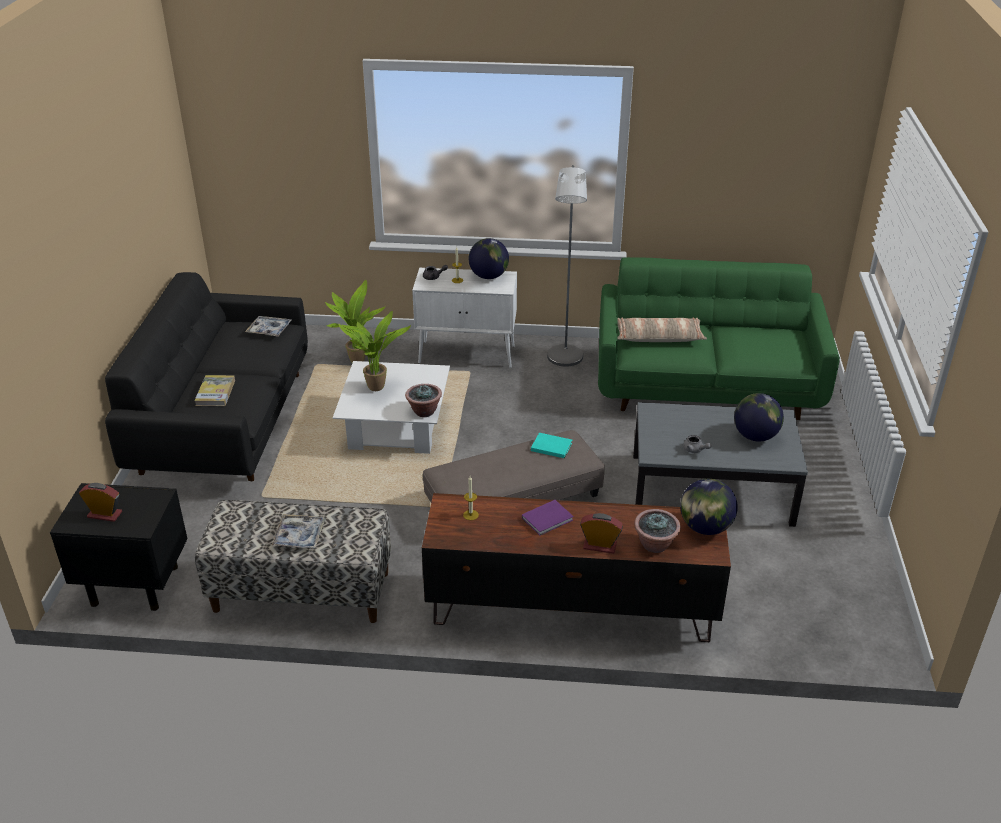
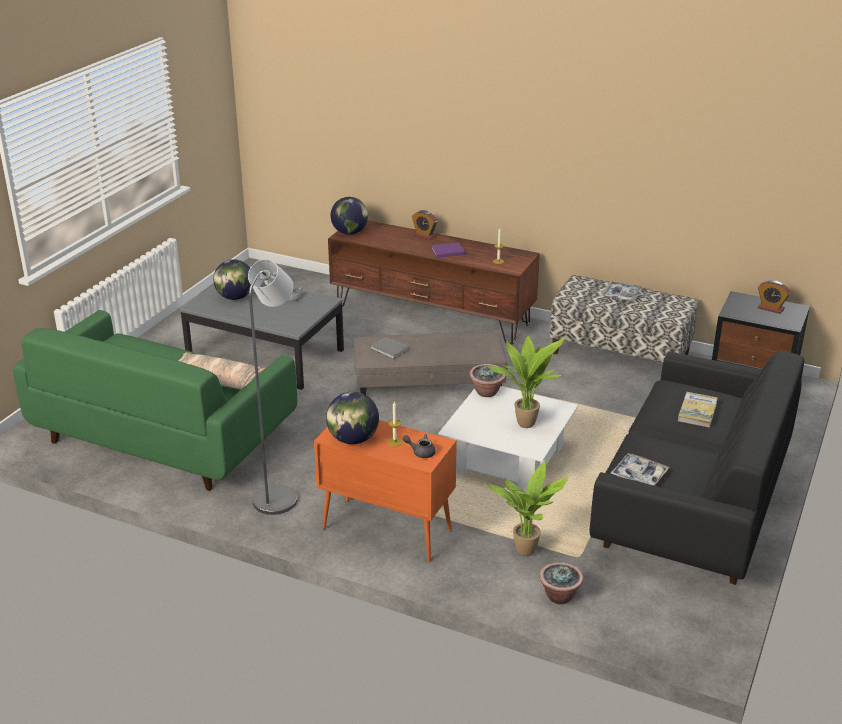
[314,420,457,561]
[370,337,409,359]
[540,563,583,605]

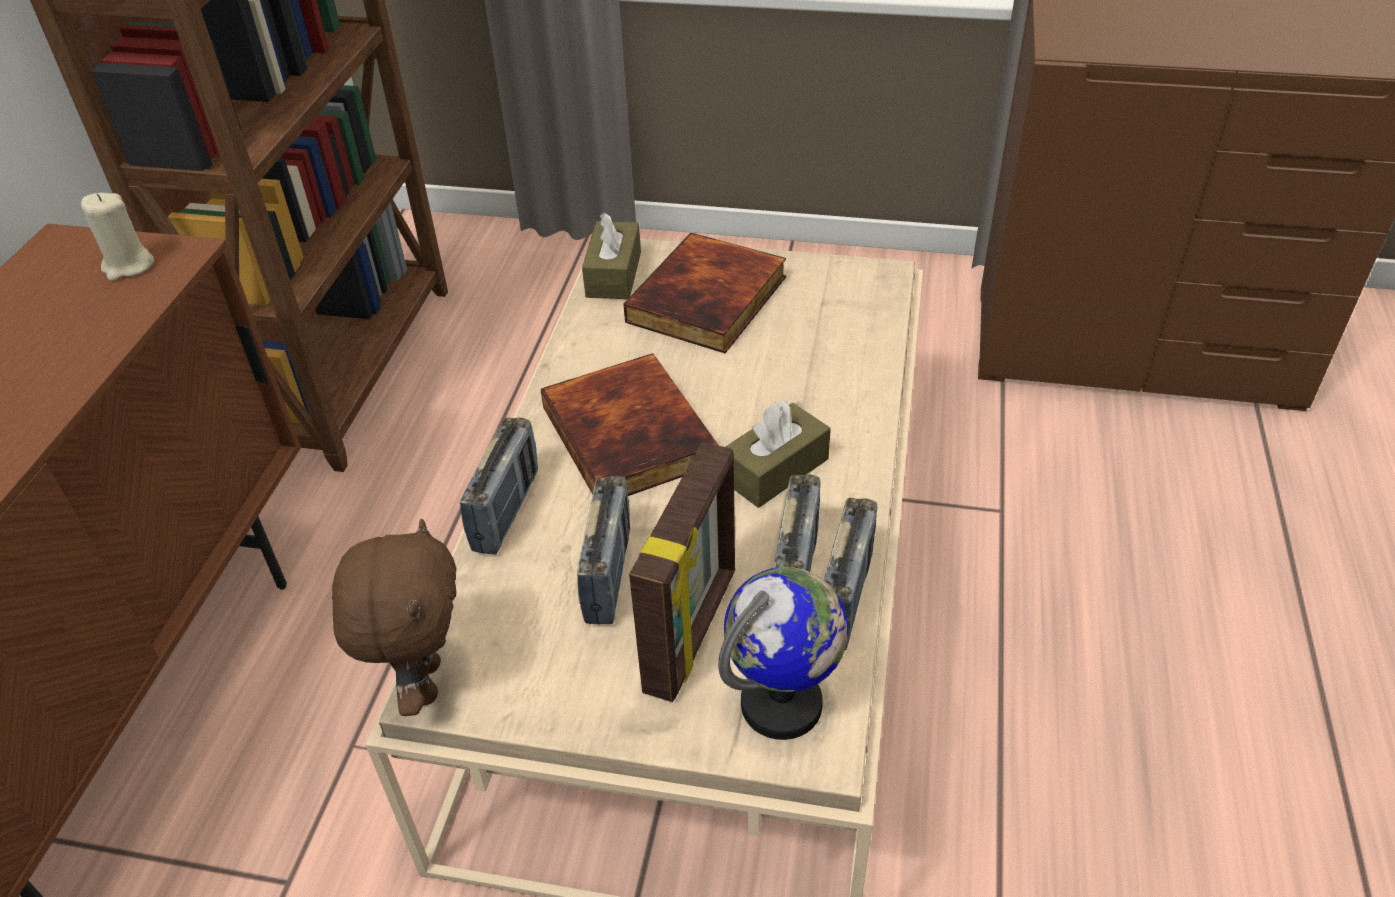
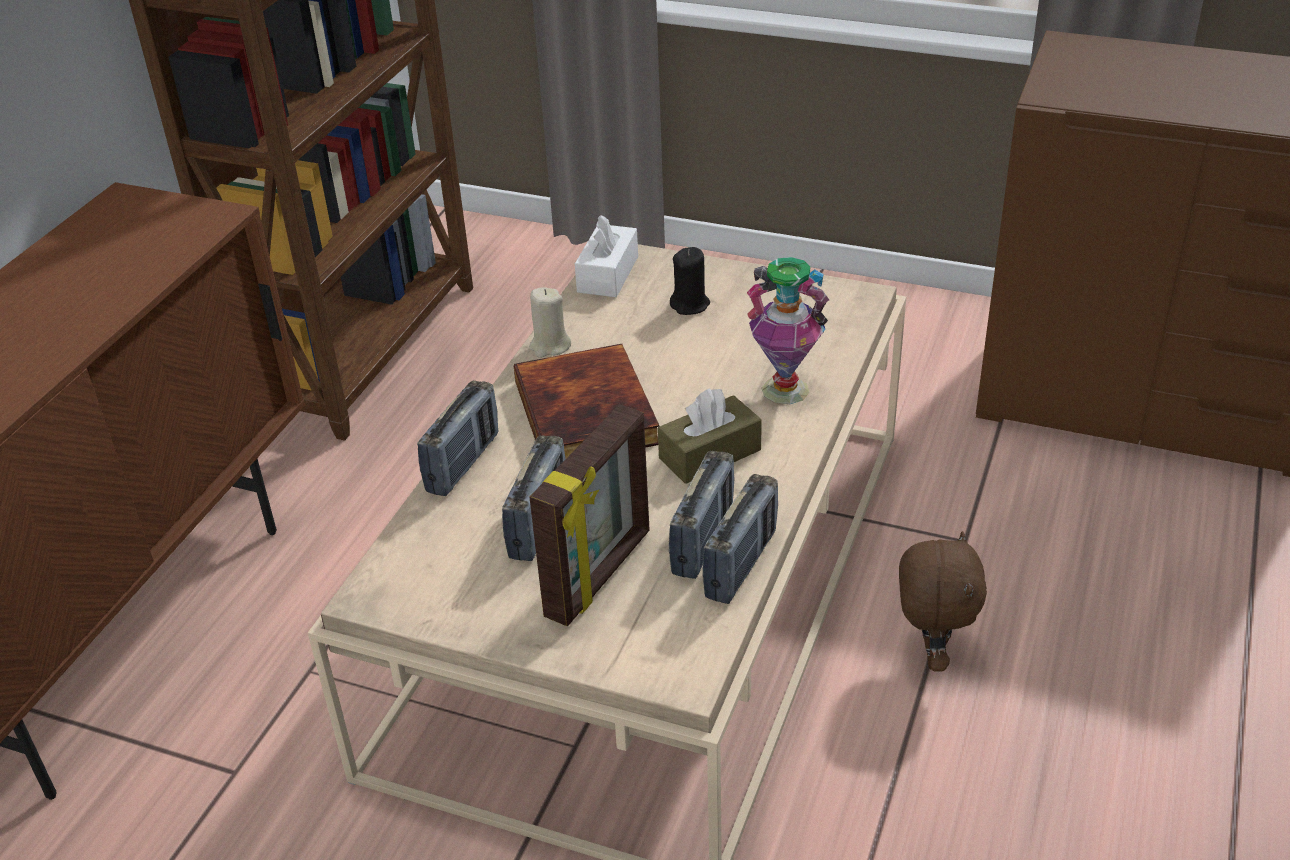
[529,287,571,358]
[899,531,987,672]
[575,215,638,297]
[670,247,710,315]
[718,567,848,740] (first image)
[747,257,829,404]

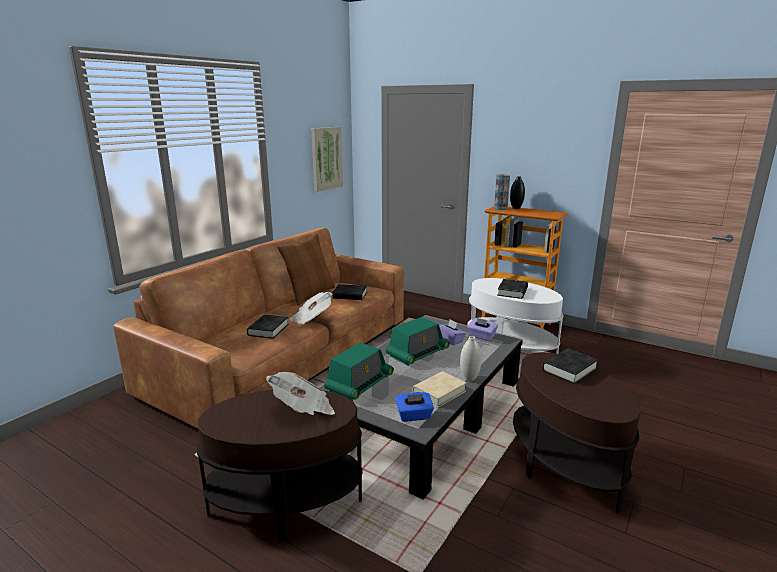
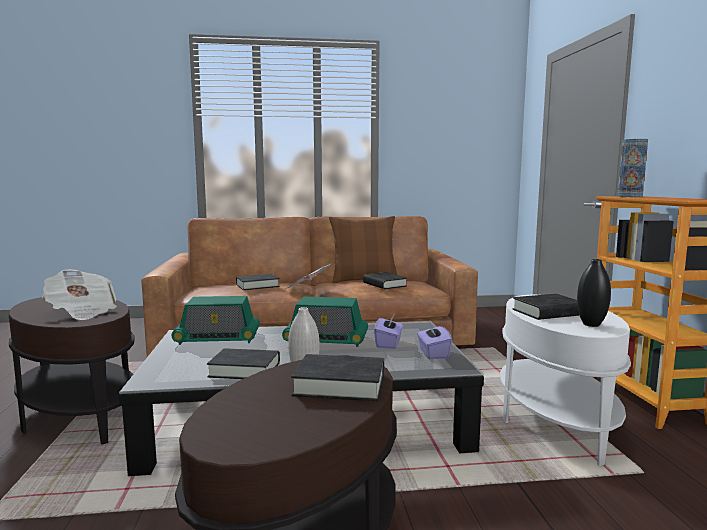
[311,127,343,192] (first image)
[395,392,434,422] (first image)
[207,348,280,379]
[577,259,611,327]

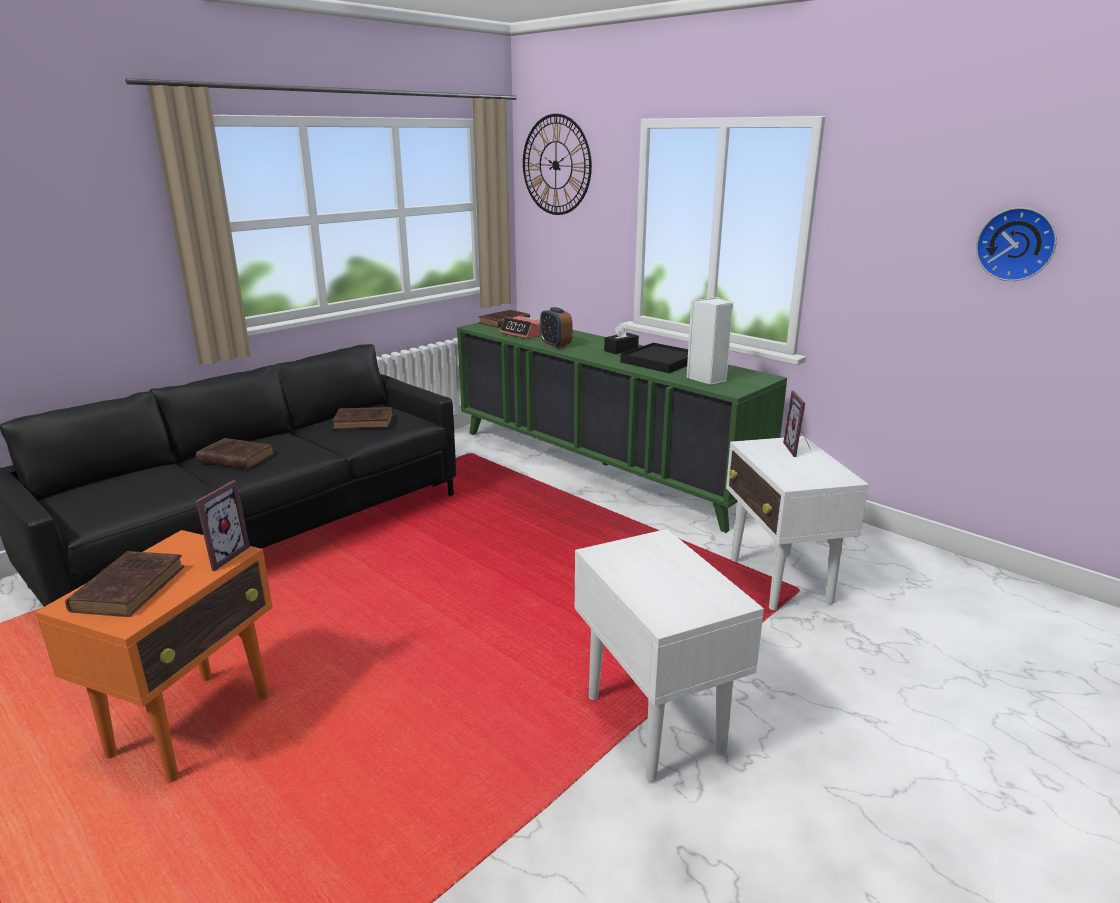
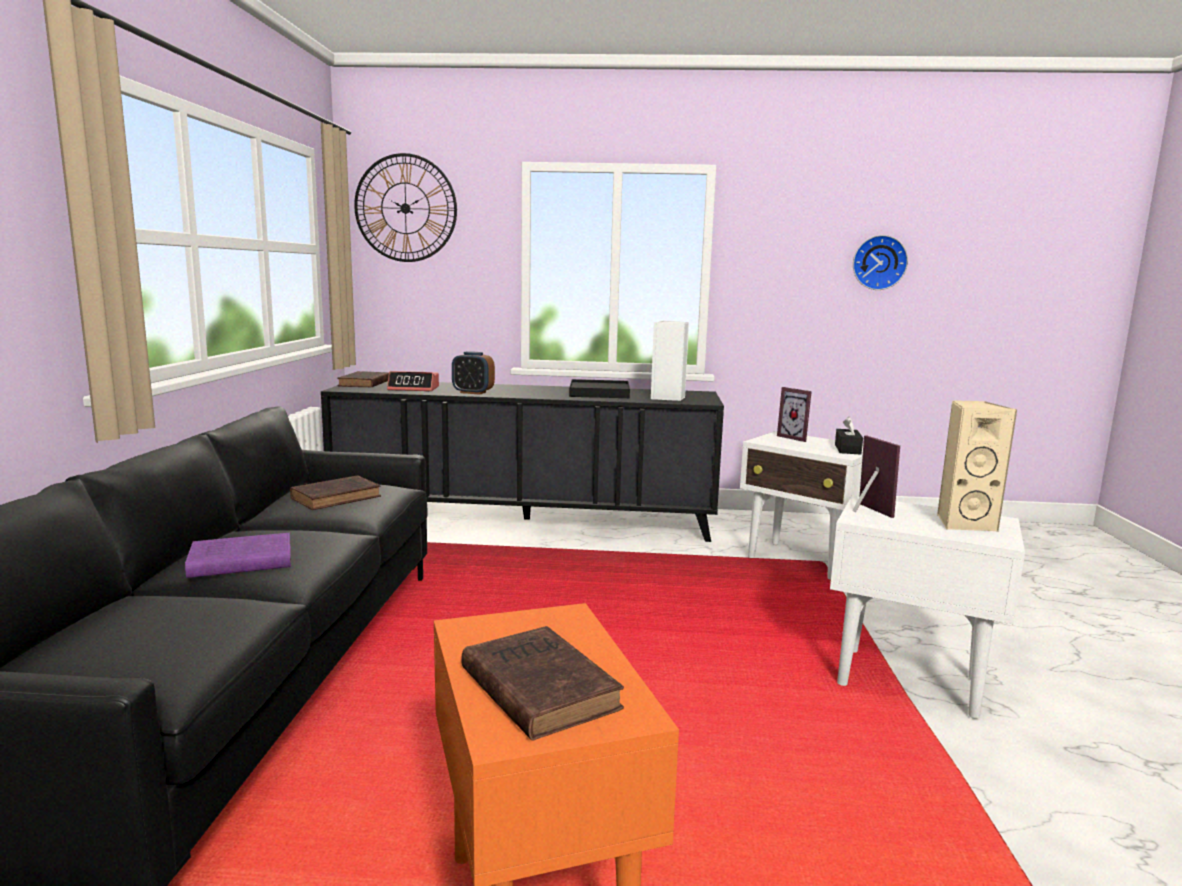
[185,533,291,578]
[852,435,900,518]
[321,381,724,542]
[835,416,863,455]
[937,400,1018,532]

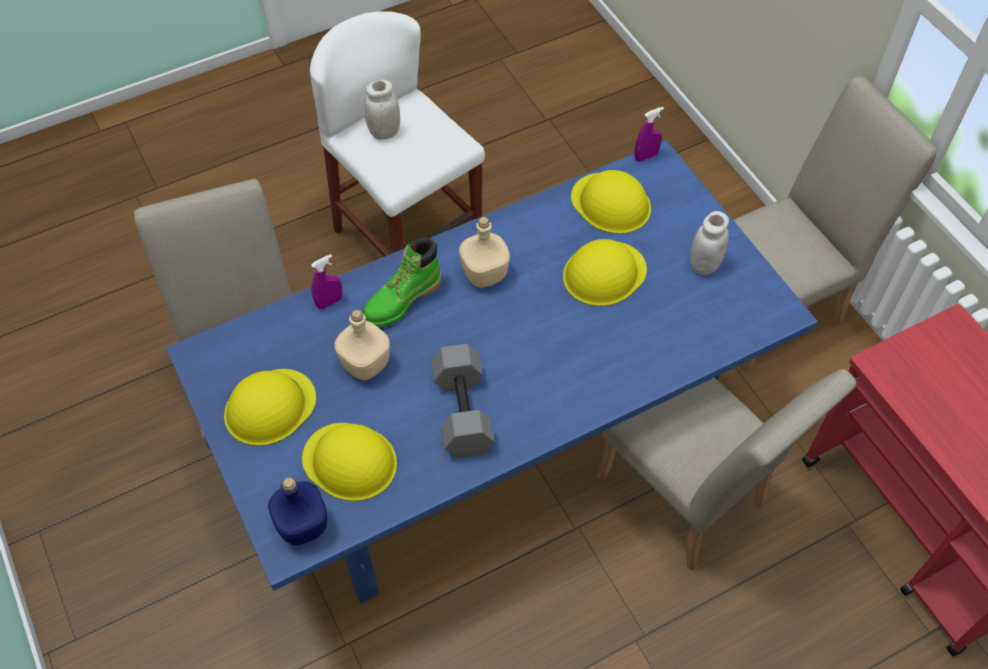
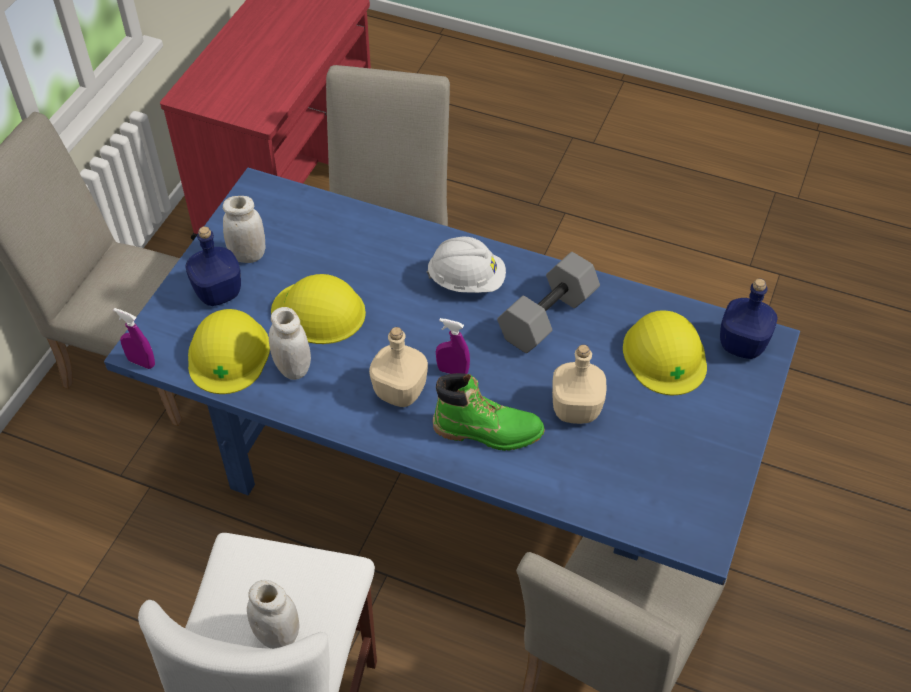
[224,369,316,446] (first image)
[436,318,470,374]
[186,226,241,306]
[269,307,311,380]
[427,236,506,293]

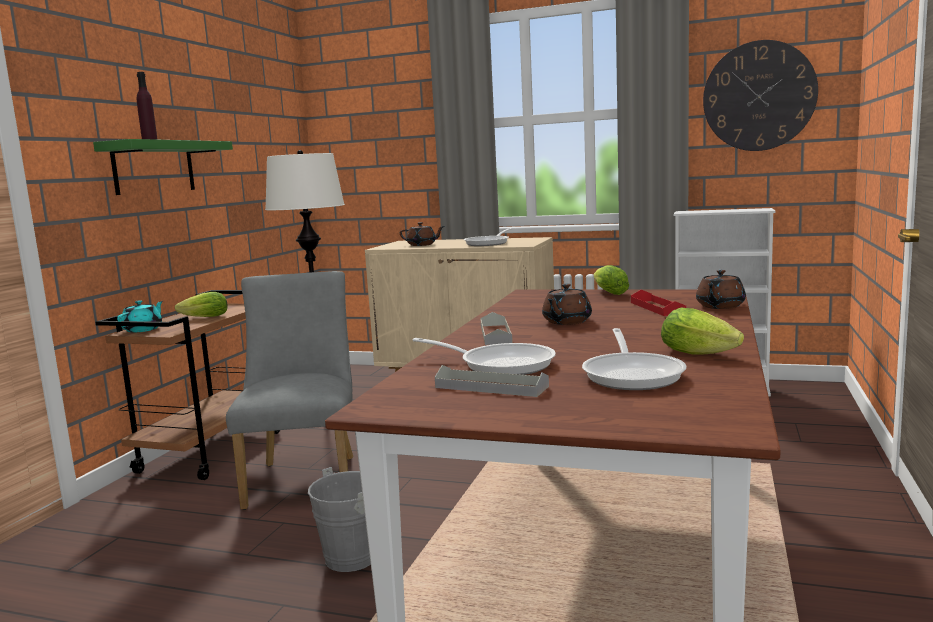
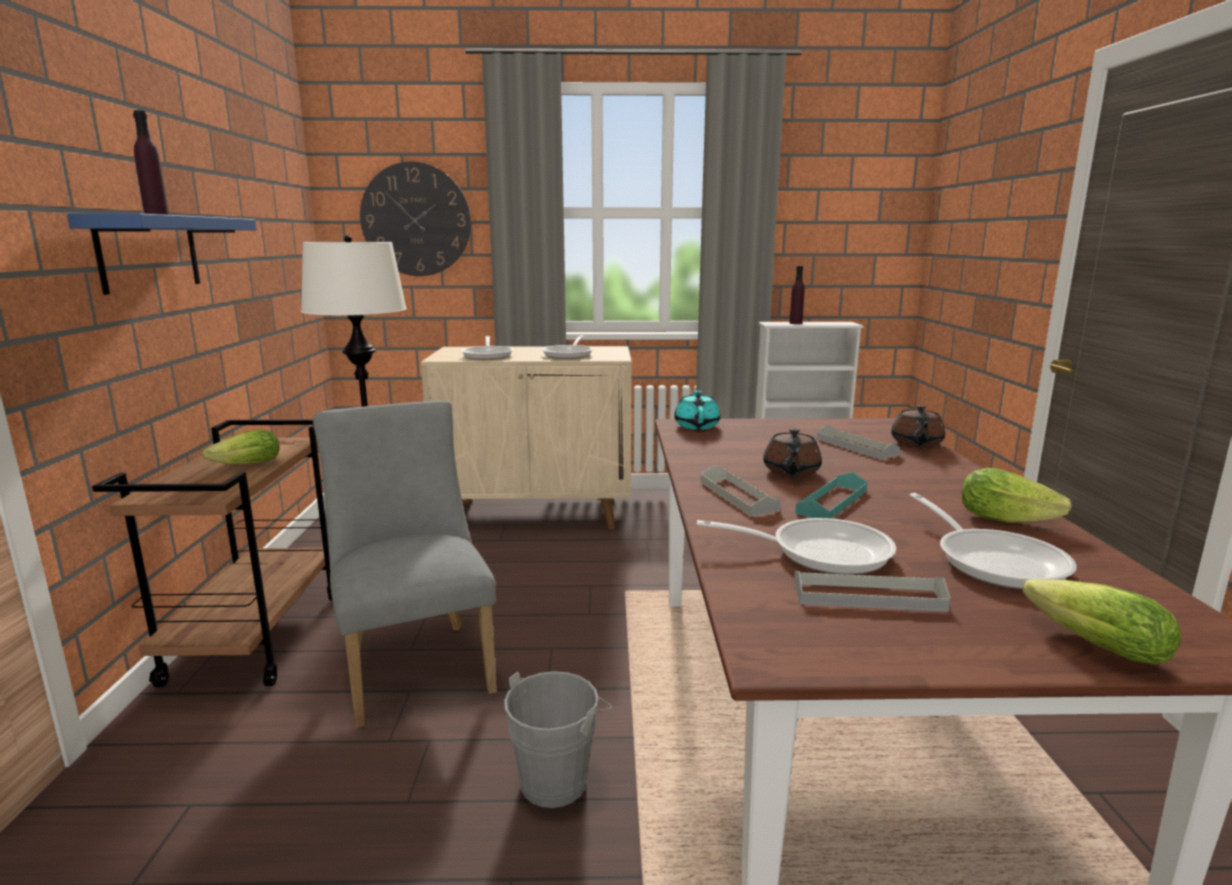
[67,213,257,295]
[674,391,720,430]
[461,336,514,360]
[1023,579,1181,665]
[817,424,900,460]
[360,162,471,276]
[790,266,805,324]
[795,472,867,519]

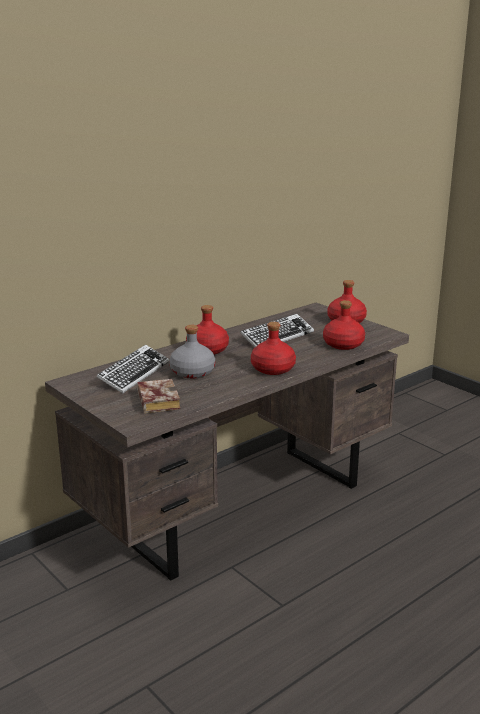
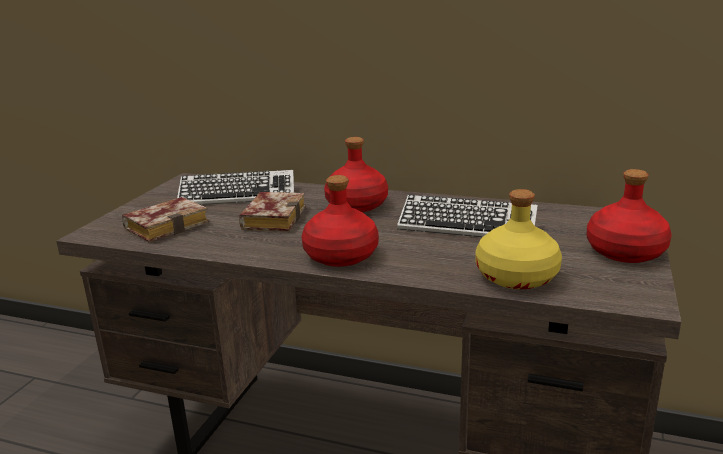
[239,192,305,231]
[475,189,562,289]

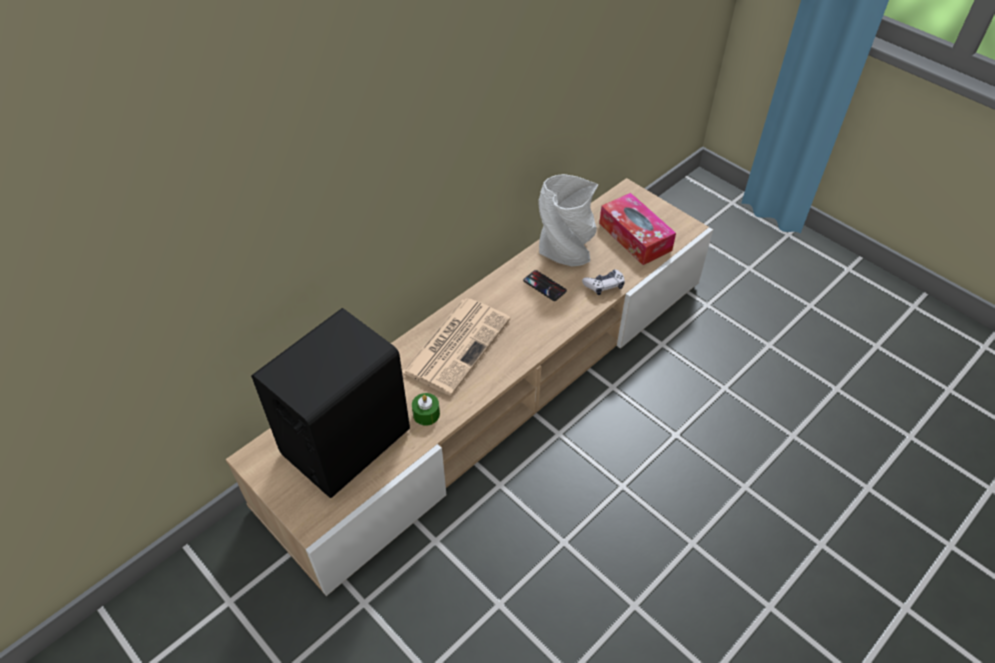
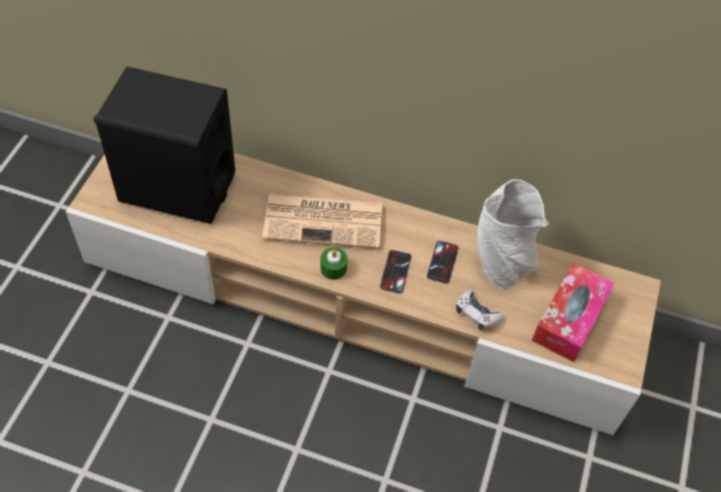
[320,247,348,280]
[380,250,411,293]

